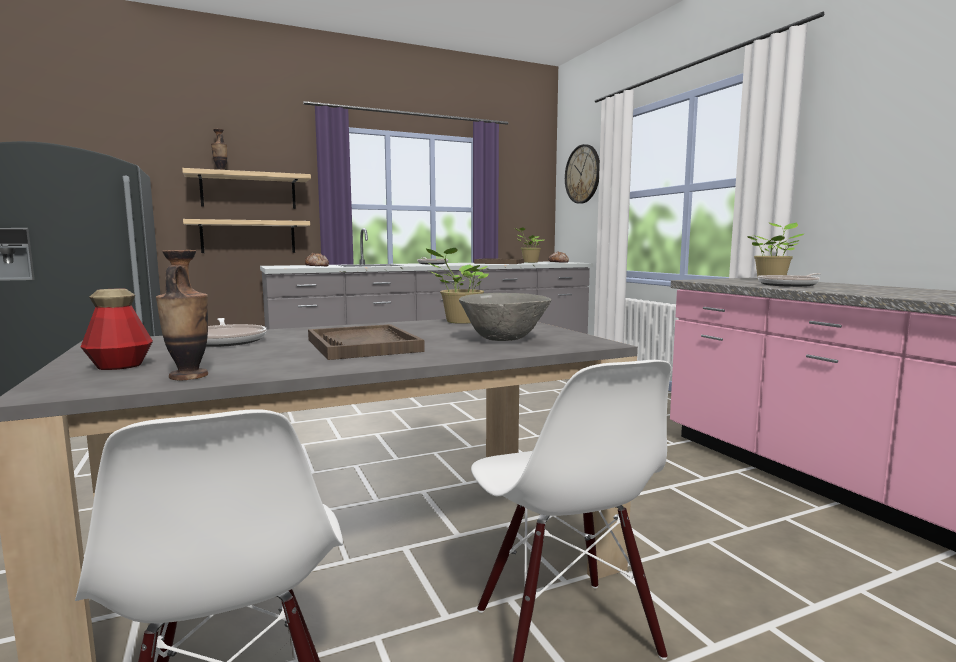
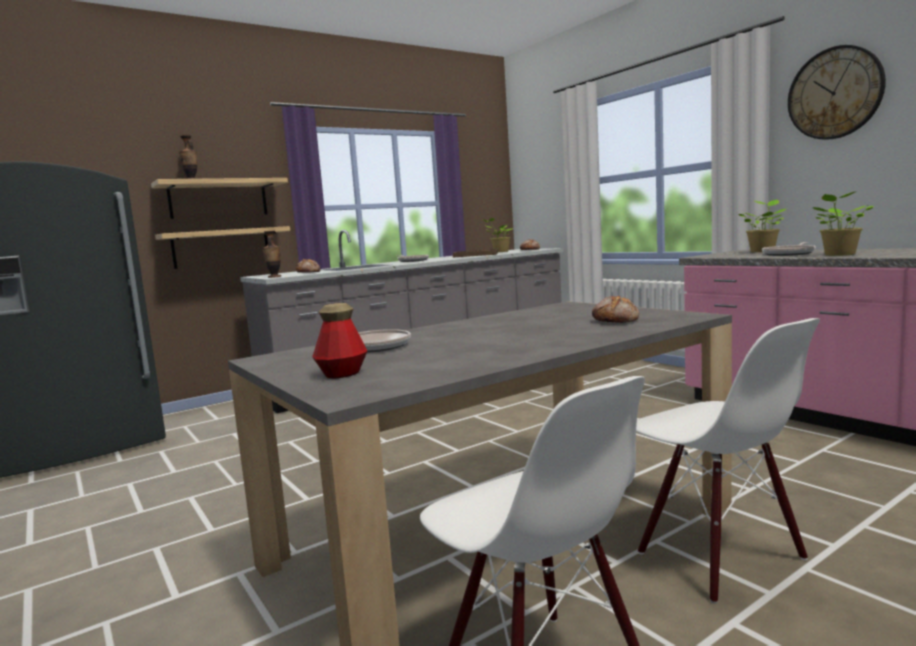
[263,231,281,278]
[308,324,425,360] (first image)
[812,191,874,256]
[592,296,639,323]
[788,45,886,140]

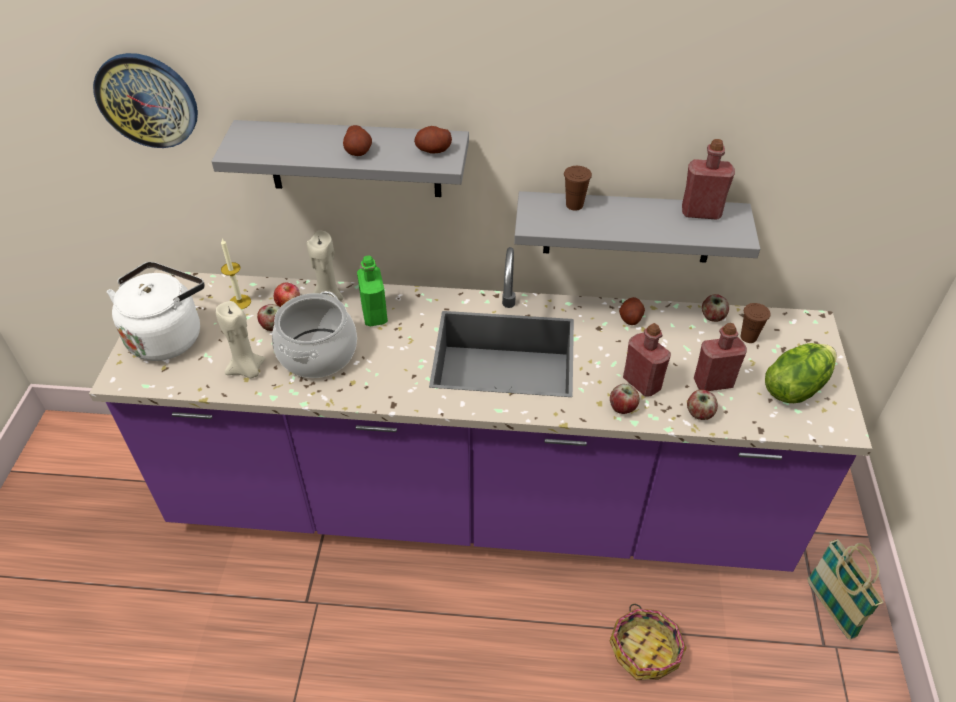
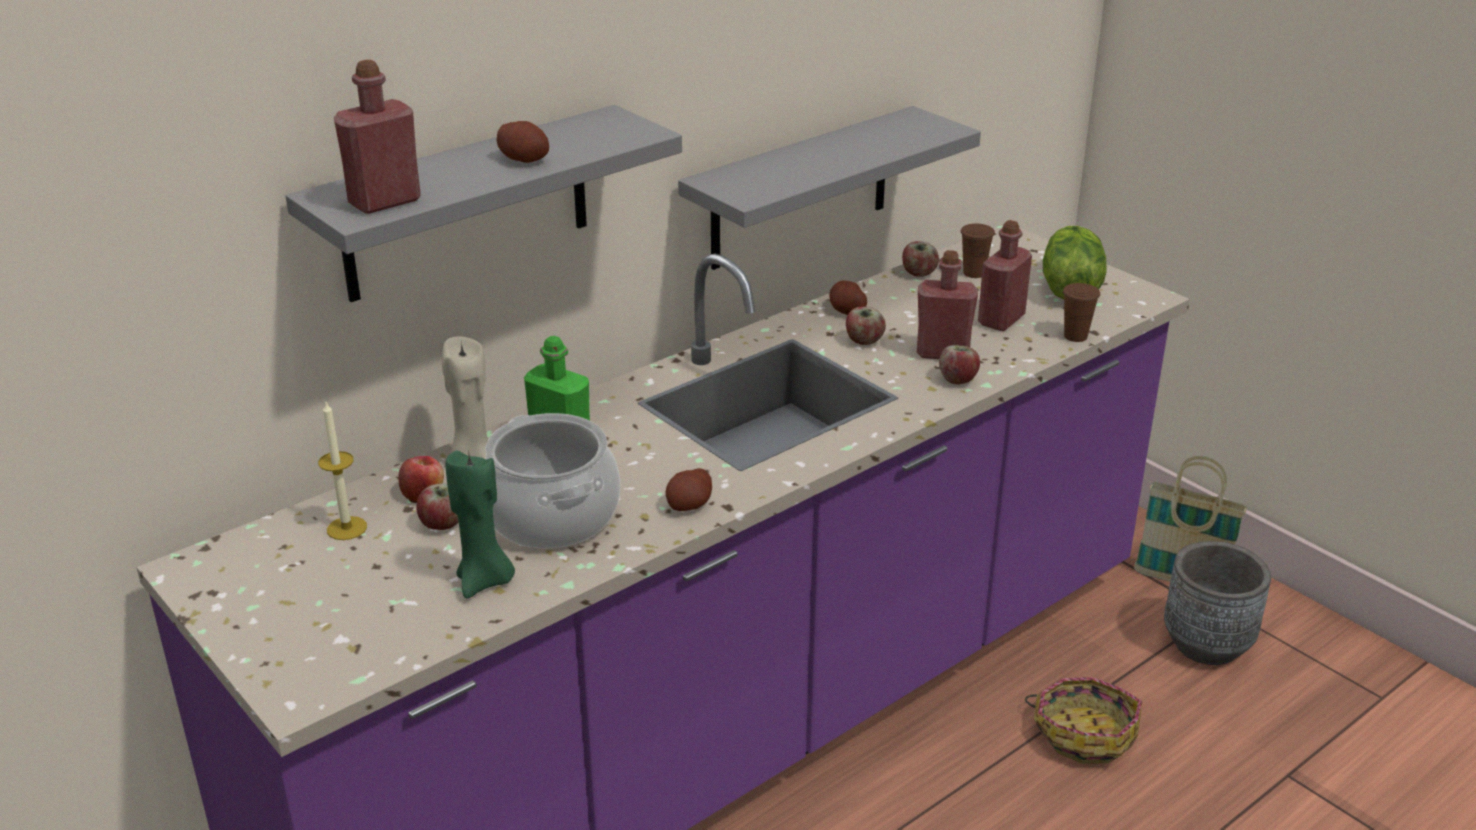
[93,53,198,148] (first image)
[107,262,205,361] (first image)
[446,450,515,598]
[665,468,712,511]
[1063,283,1100,342]
[334,60,421,214]
[846,307,886,345]
[1164,541,1271,665]

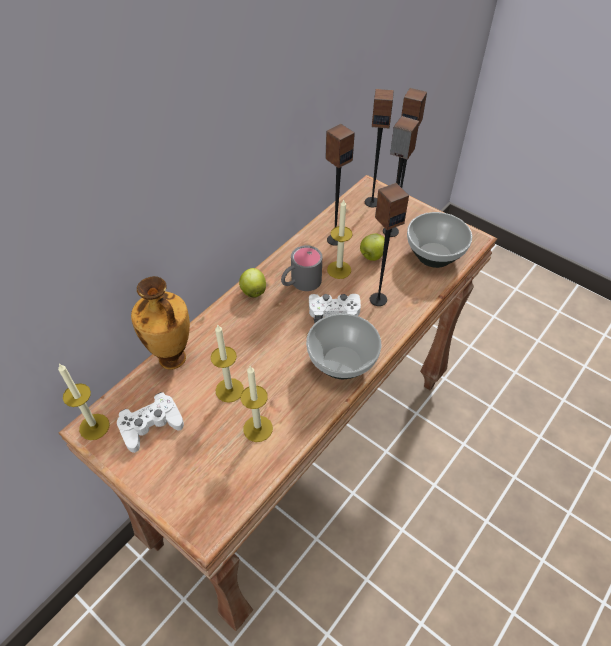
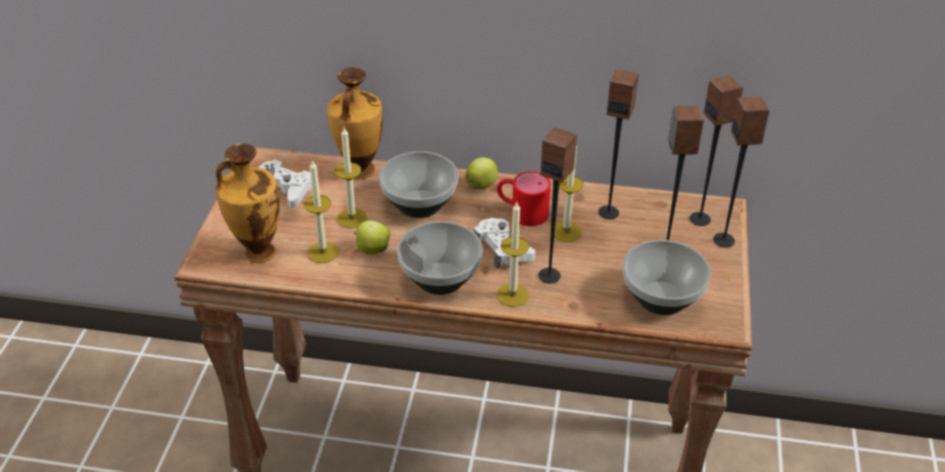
[497,202,529,307]
[497,171,551,226]
[353,220,391,254]
[216,143,280,263]
[379,151,458,218]

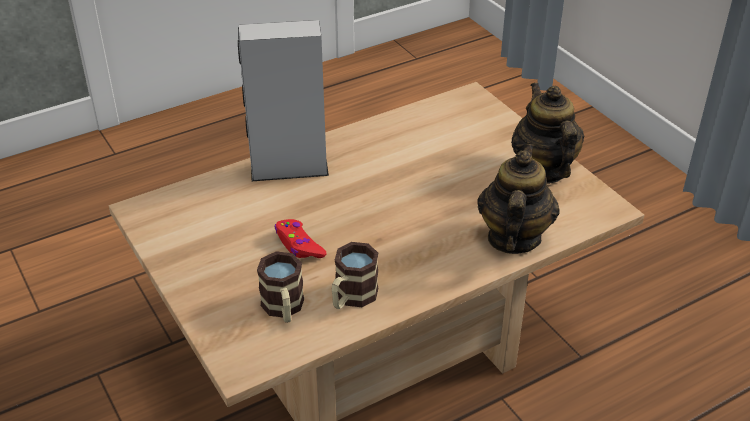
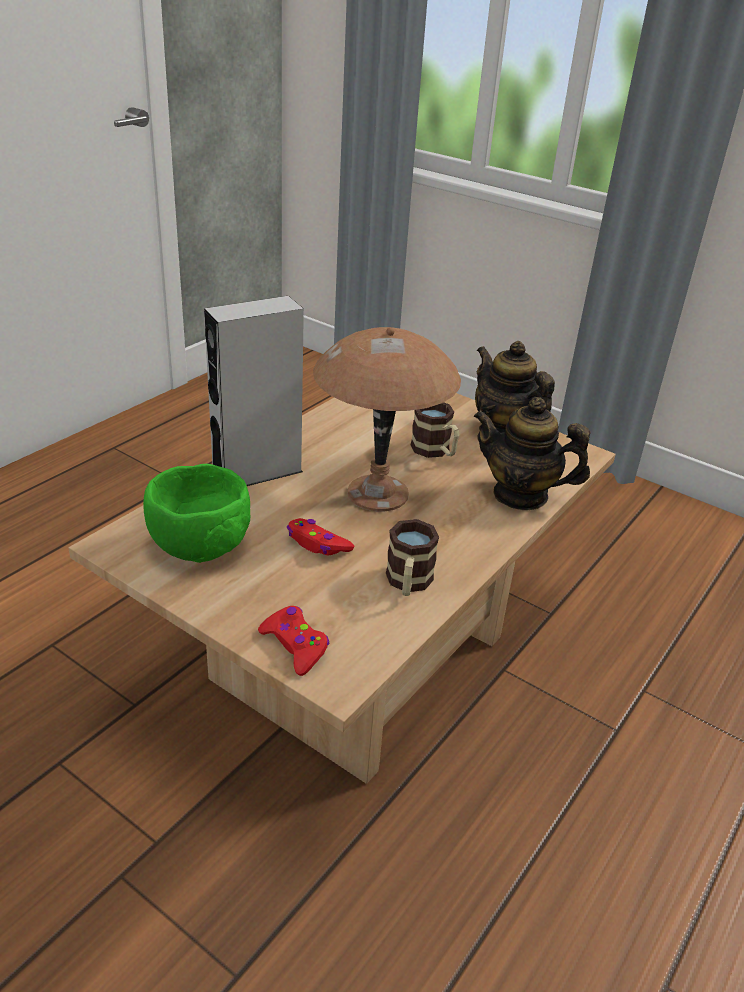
[411,402,459,458]
[474,397,590,510]
[143,464,250,563]
[258,606,329,676]
[313,327,461,512]

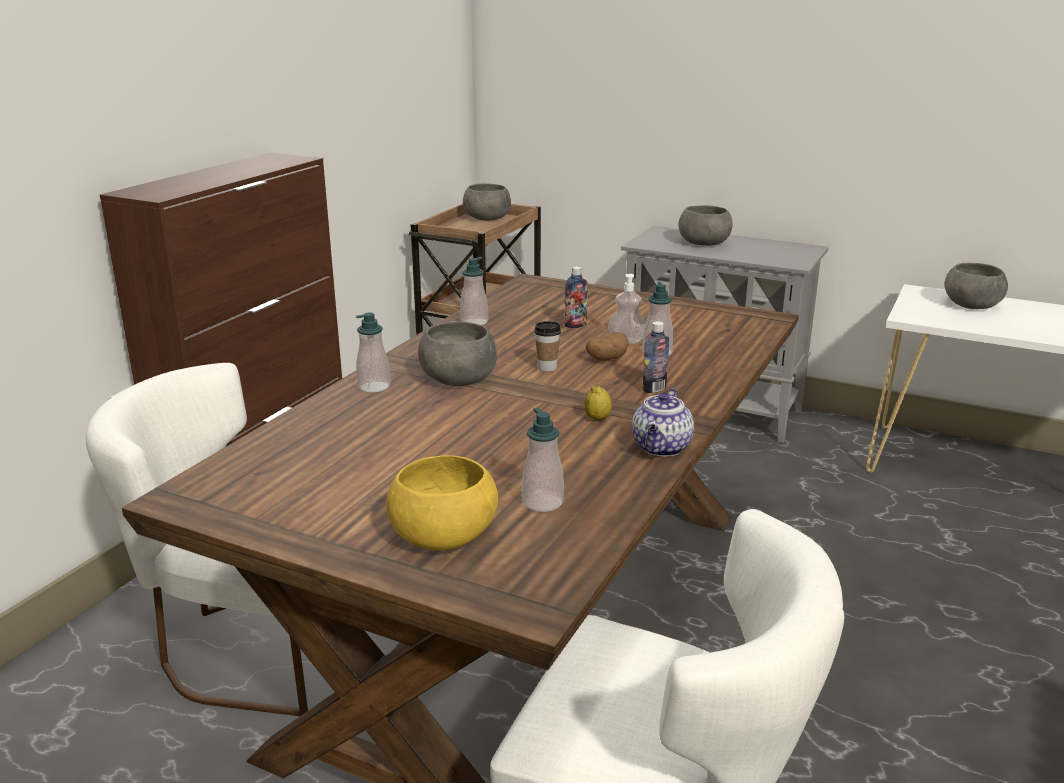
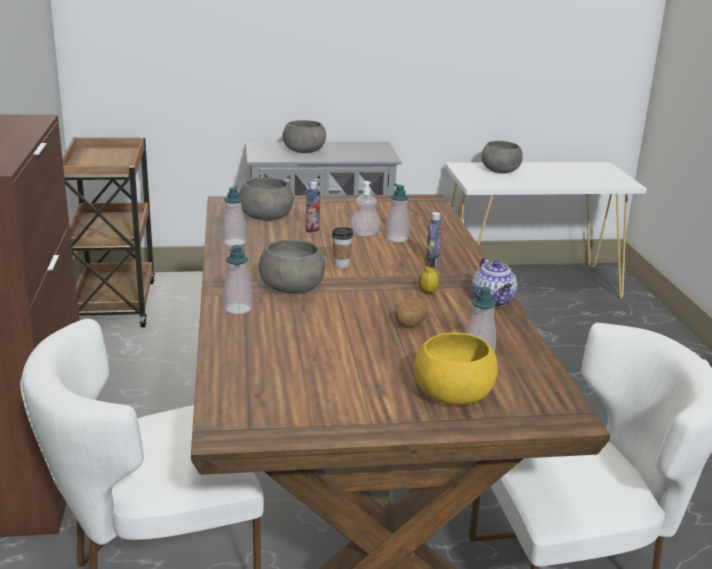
[239,177,293,221]
[395,297,428,328]

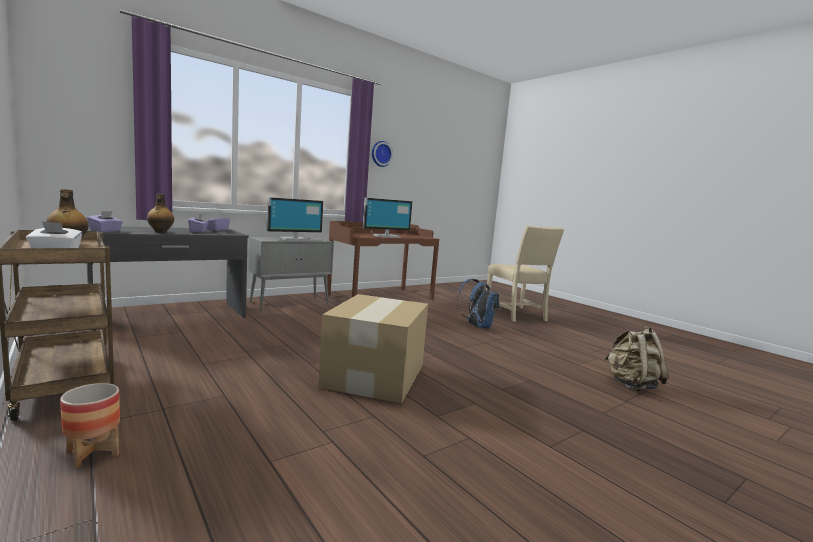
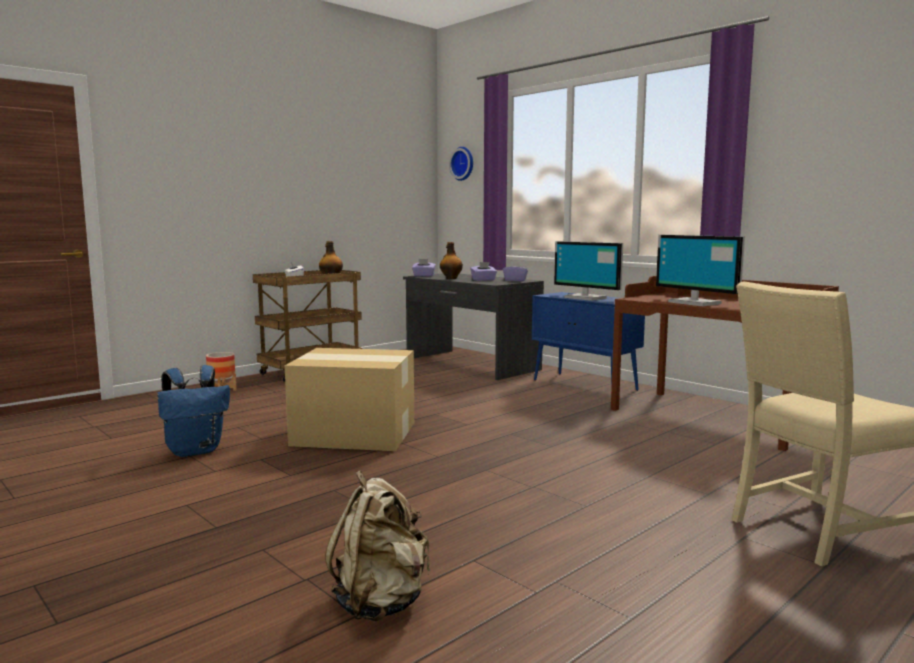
[532,292,645,391]
[449,147,473,181]
[158,365,230,457]

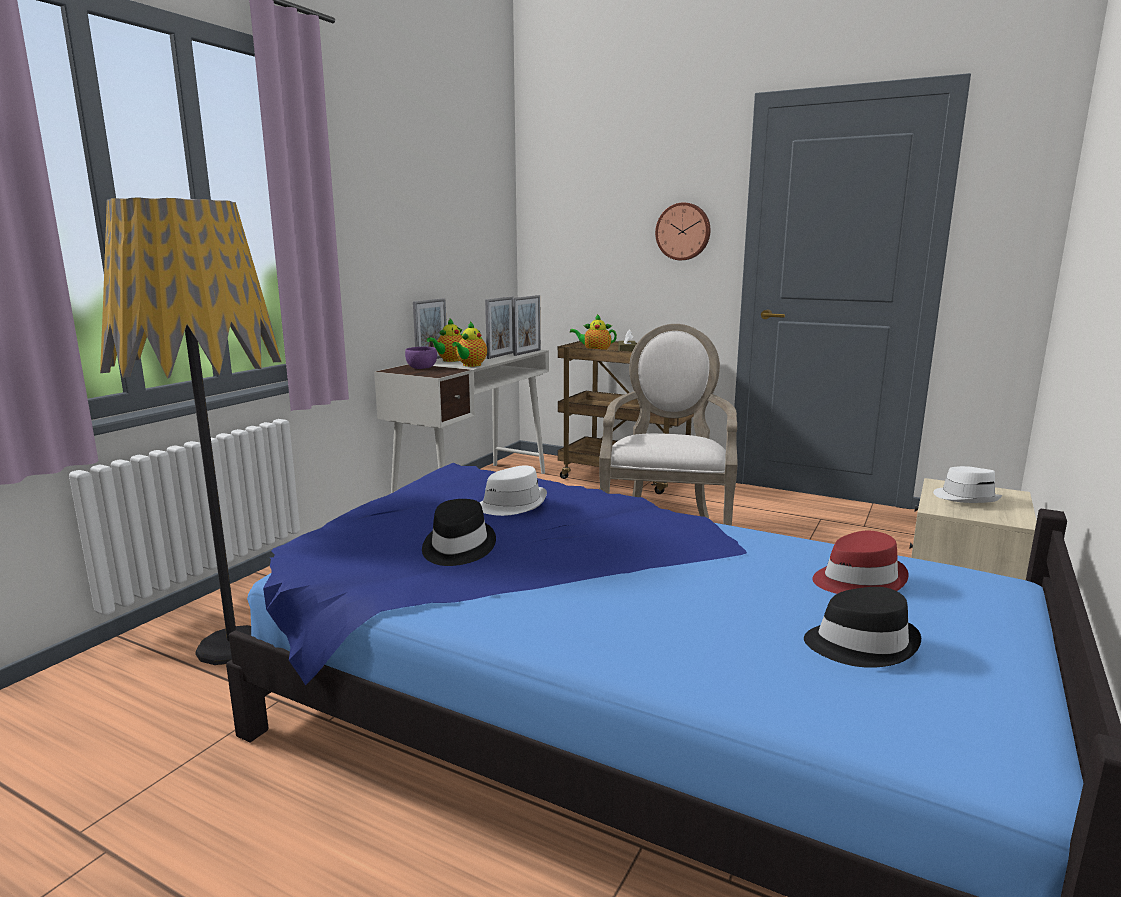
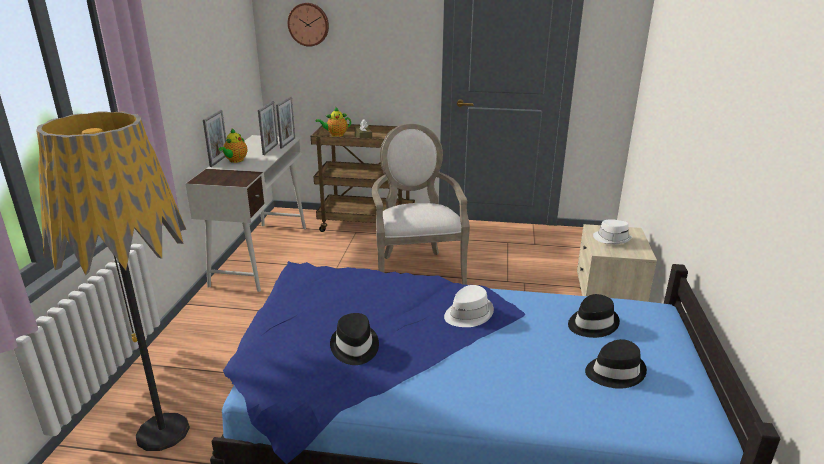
[405,347,437,369] (first image)
[452,321,487,367] (first image)
[444,285,494,327]
[288,3,329,47]
[568,294,620,338]

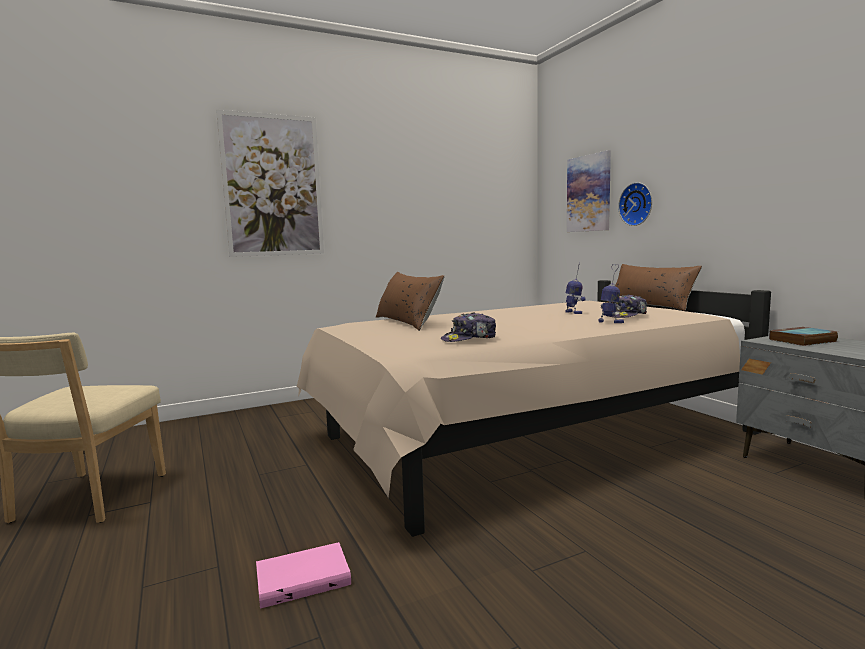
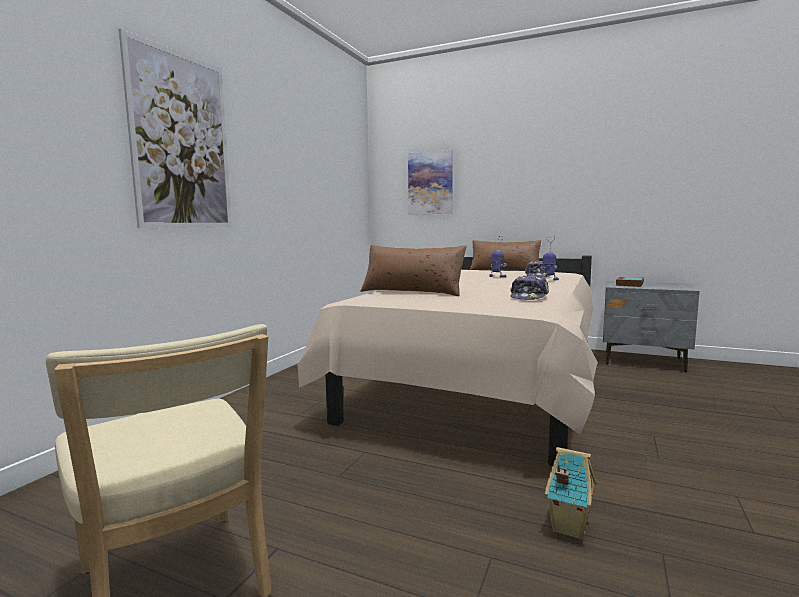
[545,447,597,540]
[618,182,652,226] (first image)

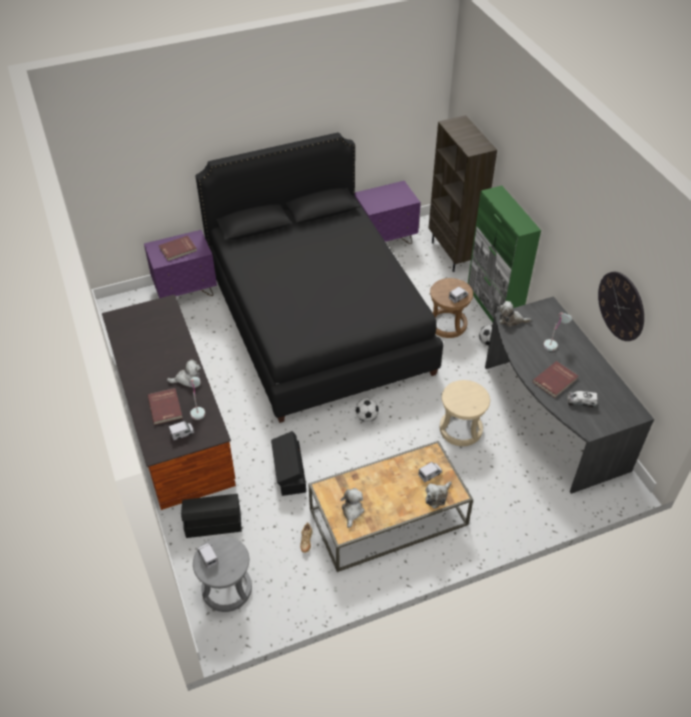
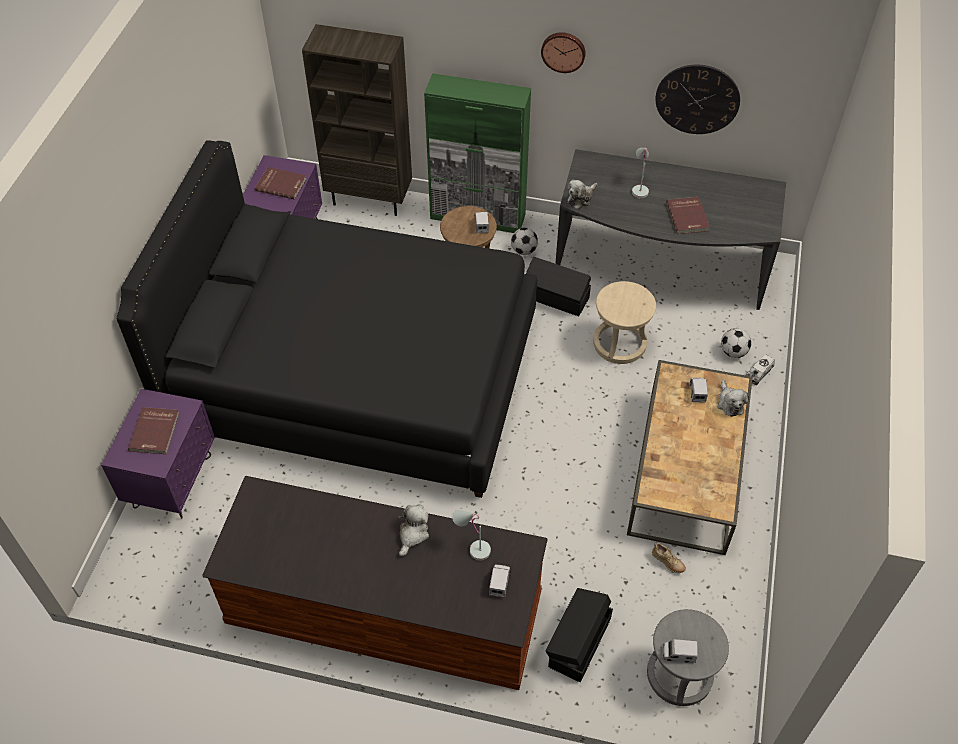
[255,167,307,200]
[526,256,591,316]
[340,488,364,528] (first image)
[721,328,752,358]
[746,354,775,385]
[541,32,586,73]

